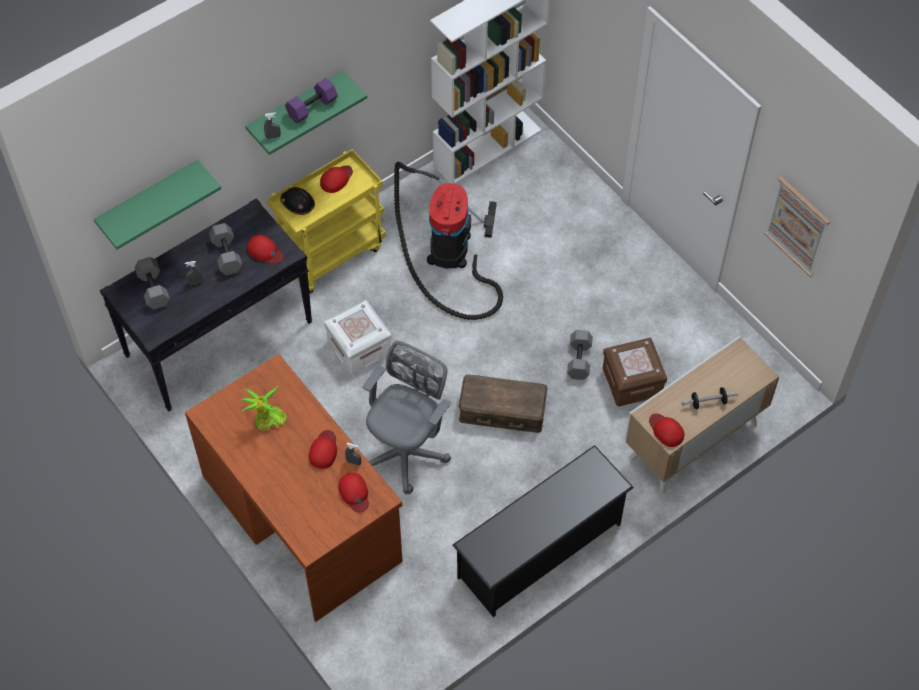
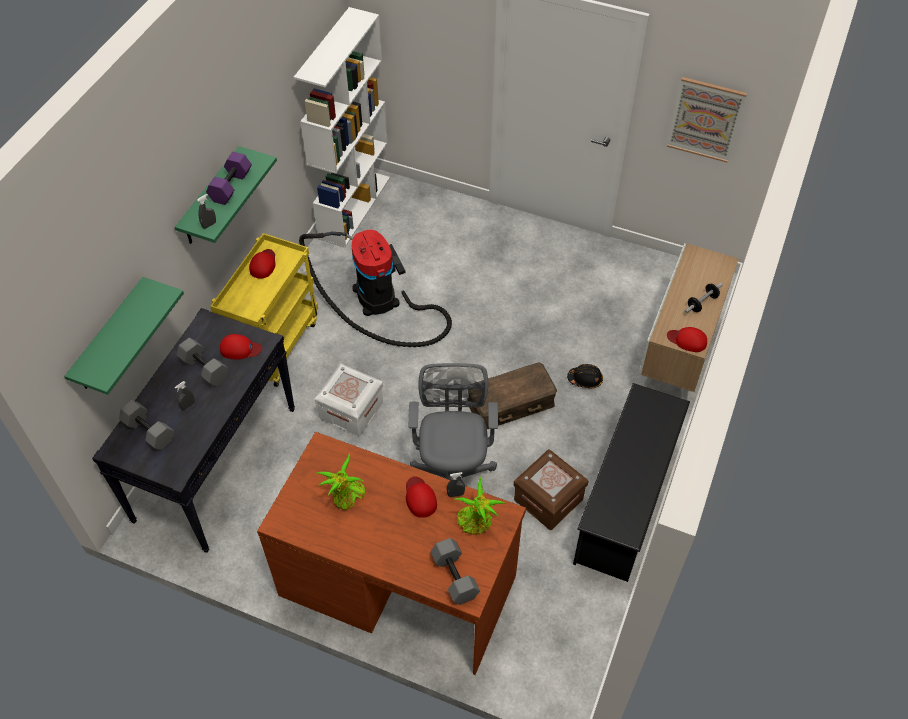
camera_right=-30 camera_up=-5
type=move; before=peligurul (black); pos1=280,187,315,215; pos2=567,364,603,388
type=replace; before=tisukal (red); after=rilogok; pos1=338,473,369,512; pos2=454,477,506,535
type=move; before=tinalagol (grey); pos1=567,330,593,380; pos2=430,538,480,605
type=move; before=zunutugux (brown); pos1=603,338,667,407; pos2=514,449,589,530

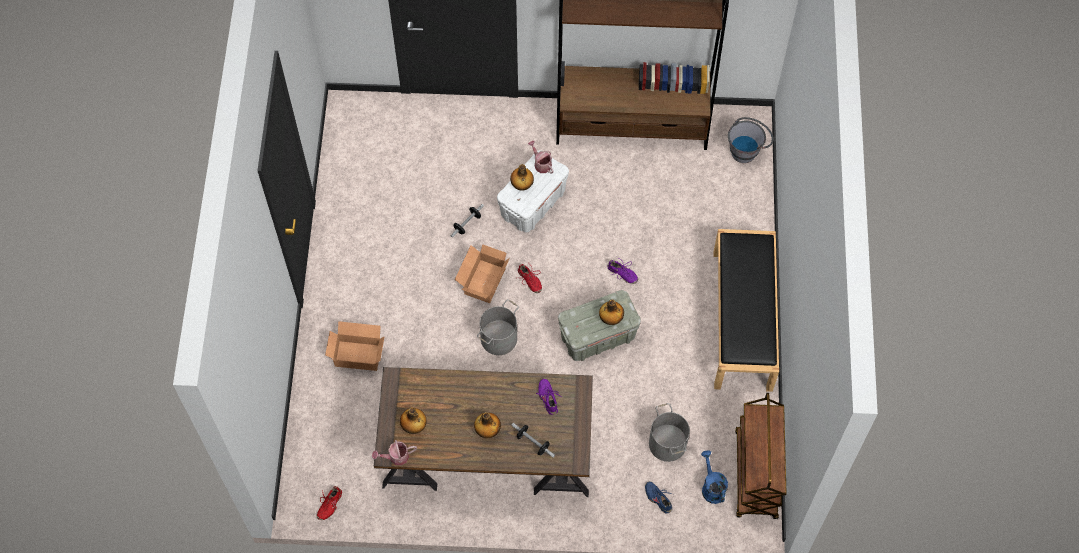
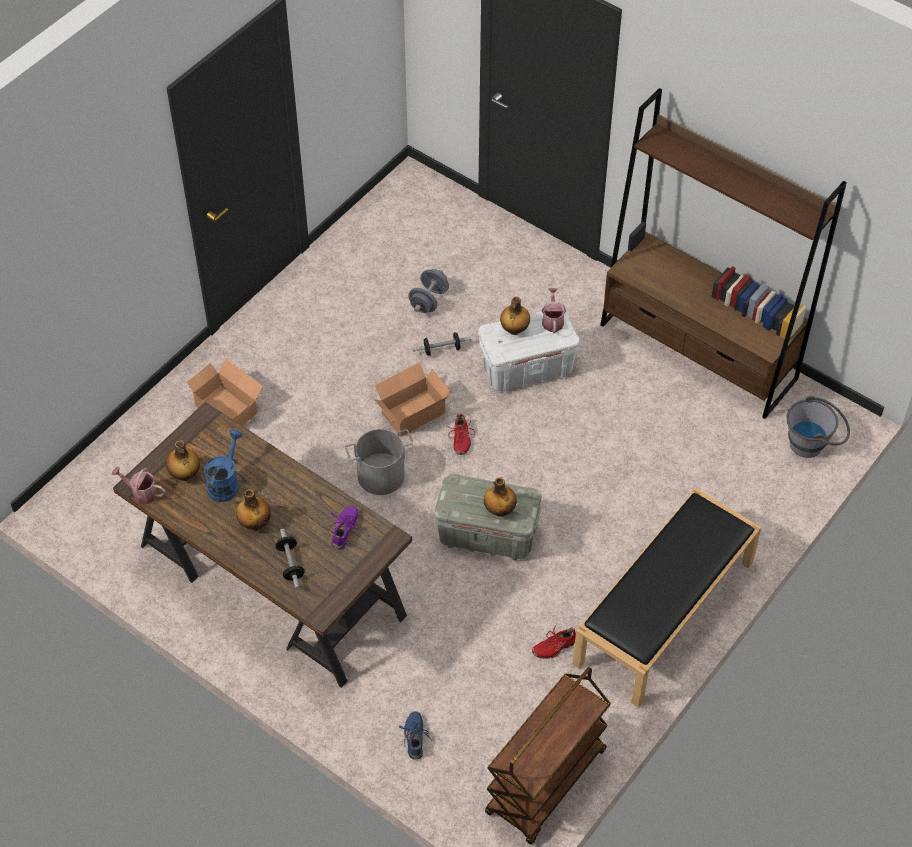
camera_right=35 camera_up=-10
type=move; before=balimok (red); pos1=317,486,342,520; pos2=532,626,576,659
type=delete; before=balimok (purple); pos1=608,257,638,284
type=delete; before=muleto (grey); pos1=649,403,690,462
type=move; before=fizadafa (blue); pos1=701,450,728,504; pos2=204,430,242,502
type=insert; after=tinalagol (grey); pos2=408,269,449,313

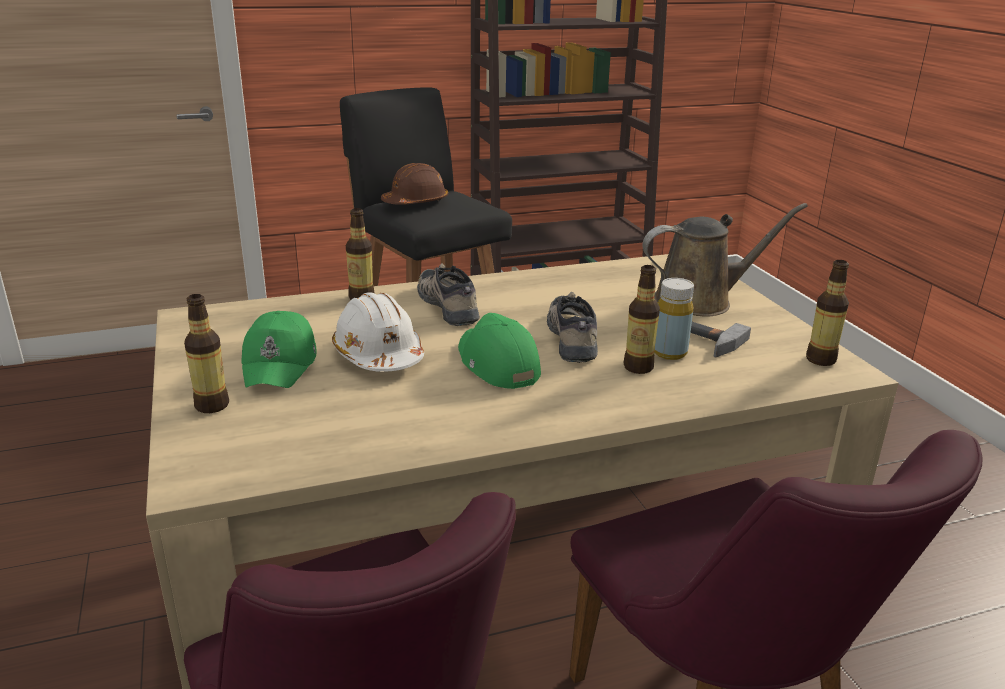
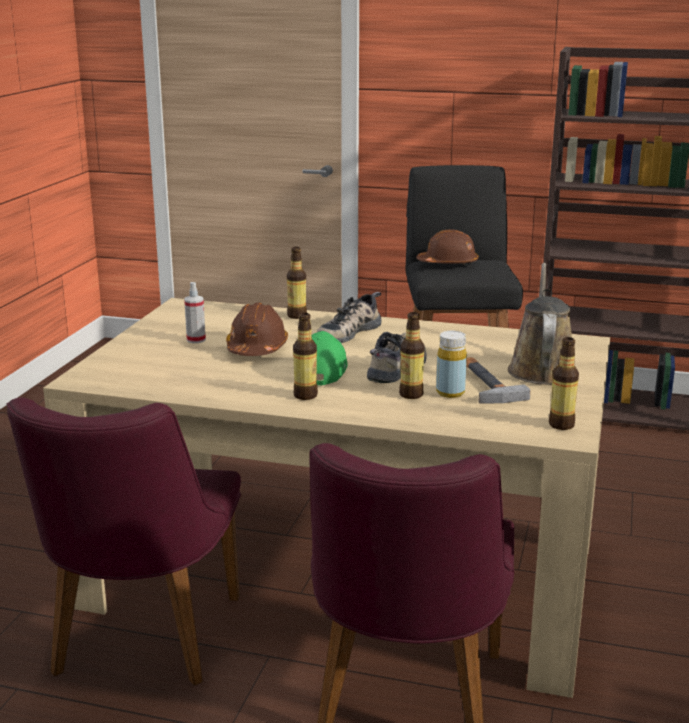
camera_right=35 camera_up=-5
type=move; before=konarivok; pos1=184,294,229,413; pos2=293,313,318,400
type=replace; before=tisukal (green); after=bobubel; pos1=241,311,317,388; pos2=184,282,206,343
type=recolor; before=peligurul (white); after=peligurul (brown); pos1=332,292,424,372; pos2=226,302,288,356
type=rotate; before=balimok; pos1=417,263,479,326; pos2=316,292,381,343; turn=-150
type=rotate; before=fizadafa (brown); pos1=642,203,808,317; pos2=508,263,572,385; turn=-105

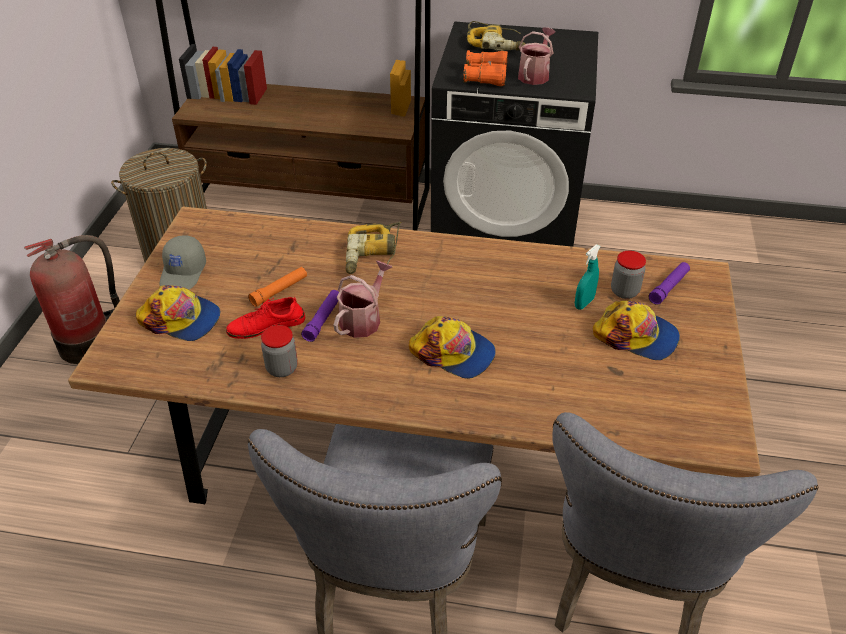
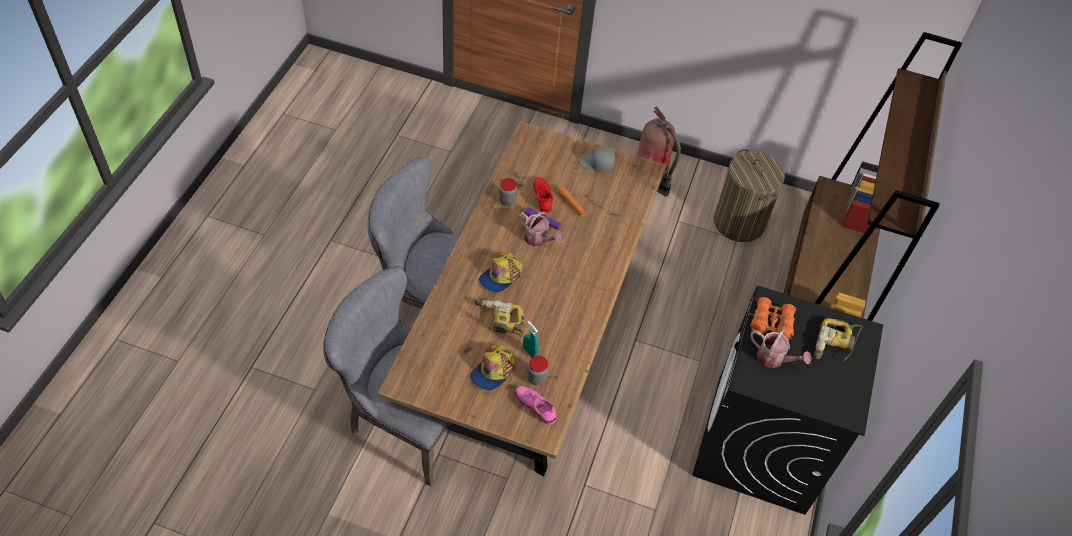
camera_right=95 camera_up=10
type=delete; before=tisukal; pos1=136,285,220,341
type=move; before=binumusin; pos1=345,222,402,274; pos2=474,299,524,337
type=replace; before=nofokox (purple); after=balimok (pink); pos1=649,262,690,305; pos2=515,386,556,425

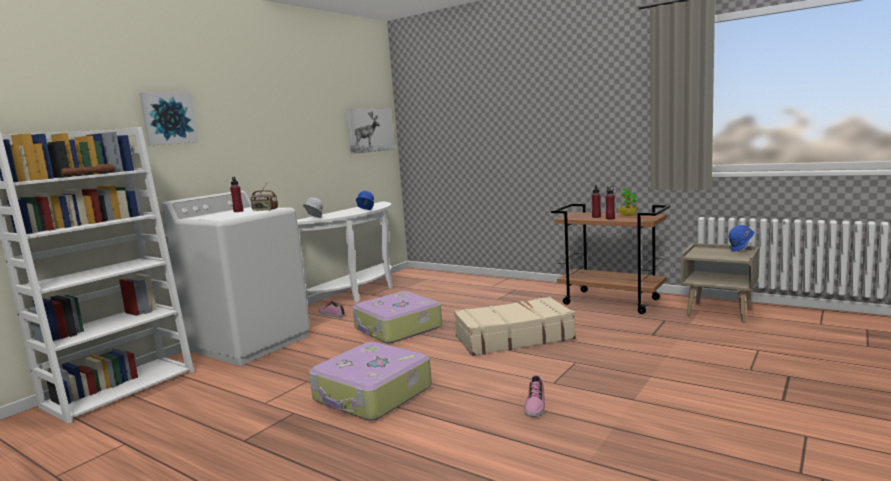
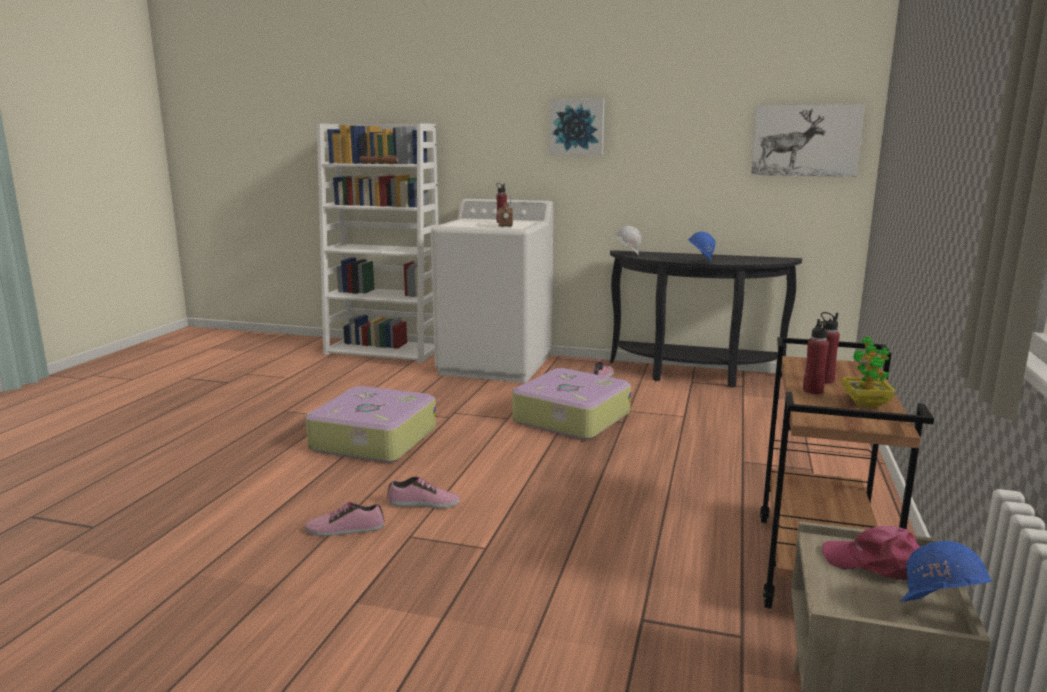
camera_right=70 camera_up=5
type=move; before=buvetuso; pos1=139,92,199,146; pos2=550,99,605,155
type=recolor; before=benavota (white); after=benavota (black); pos1=297,202,393,302; pos2=610,250,802,388
type=delete; before=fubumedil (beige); pos1=454,297,576,356
type=insert; after=balimok; pos2=387,477,460,508
type=insert; after=tisukal (pink); pos2=822,526,920,580

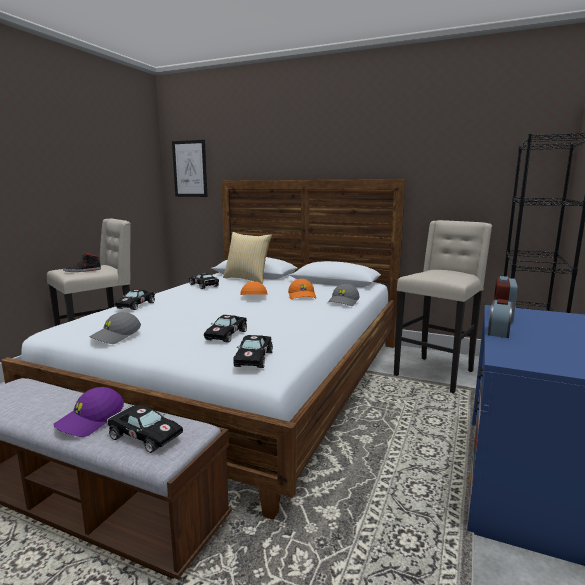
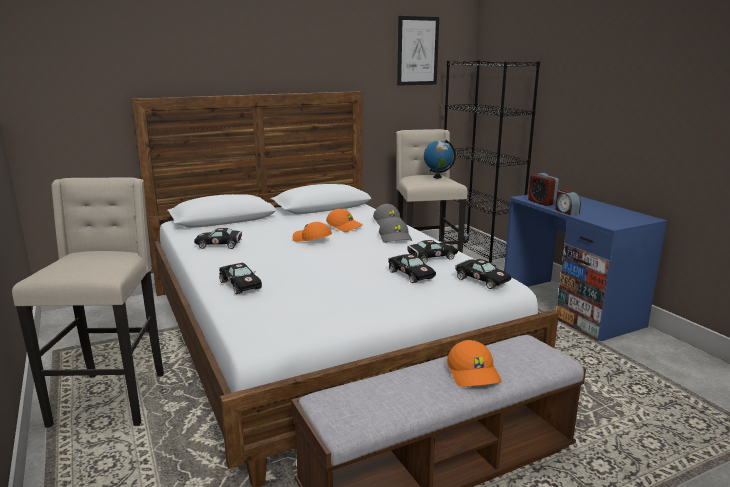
camera_right=-50 camera_up=5
type=recolor; before=tisukal (purple); after=tisukal (orange); pos1=53,387,124,437; pos2=447,340,502,387
type=delete; before=balimok (black); pos1=63,252,101,272
type=move; before=tisukal (grey); pos1=89,312,141,344; pos2=379,218,412,243
type=move; before=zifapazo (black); pos1=107,405,183,453; pos2=407,240,458,264
type=move; before=buvetuso; pos1=172,140,207,197; pos2=397,16,439,86
type=delete; before=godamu; pos1=223,232,272,284
type=insert; after=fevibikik; pos2=424,140,456,178

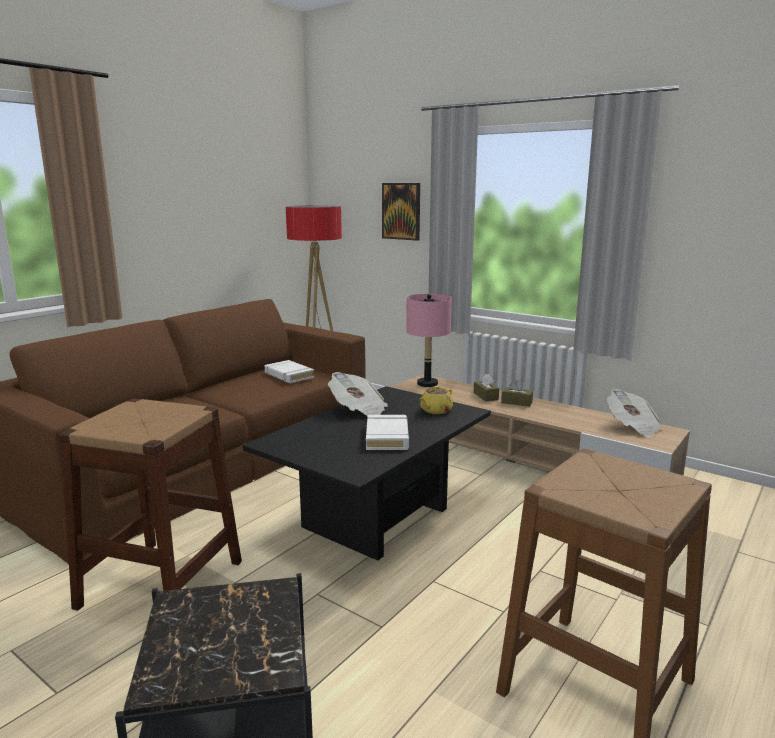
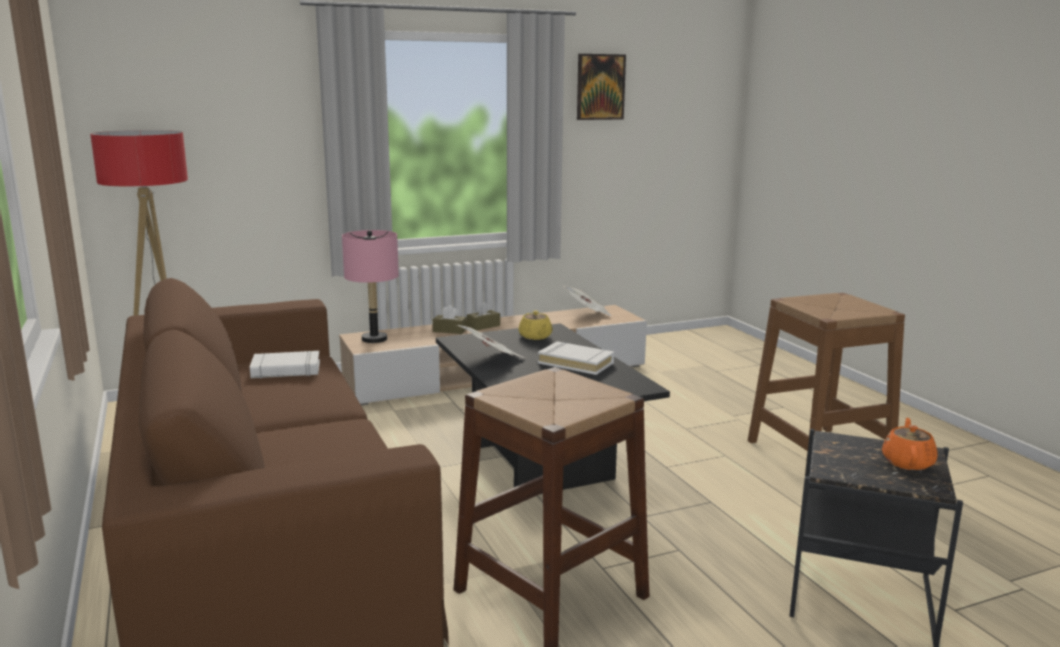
camera_right=-60 camera_up=0
type=move; before=buvetuso; pos1=382,183,420,241; pos2=577,54,626,120
type=insert; after=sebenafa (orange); pos2=882,418,938,470

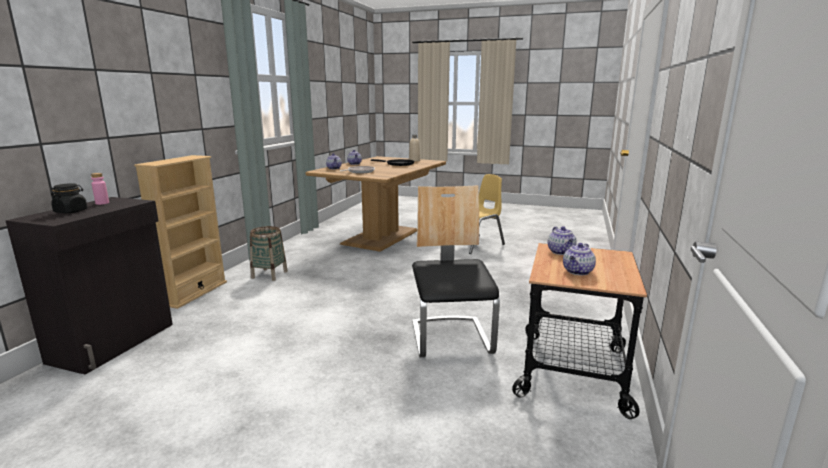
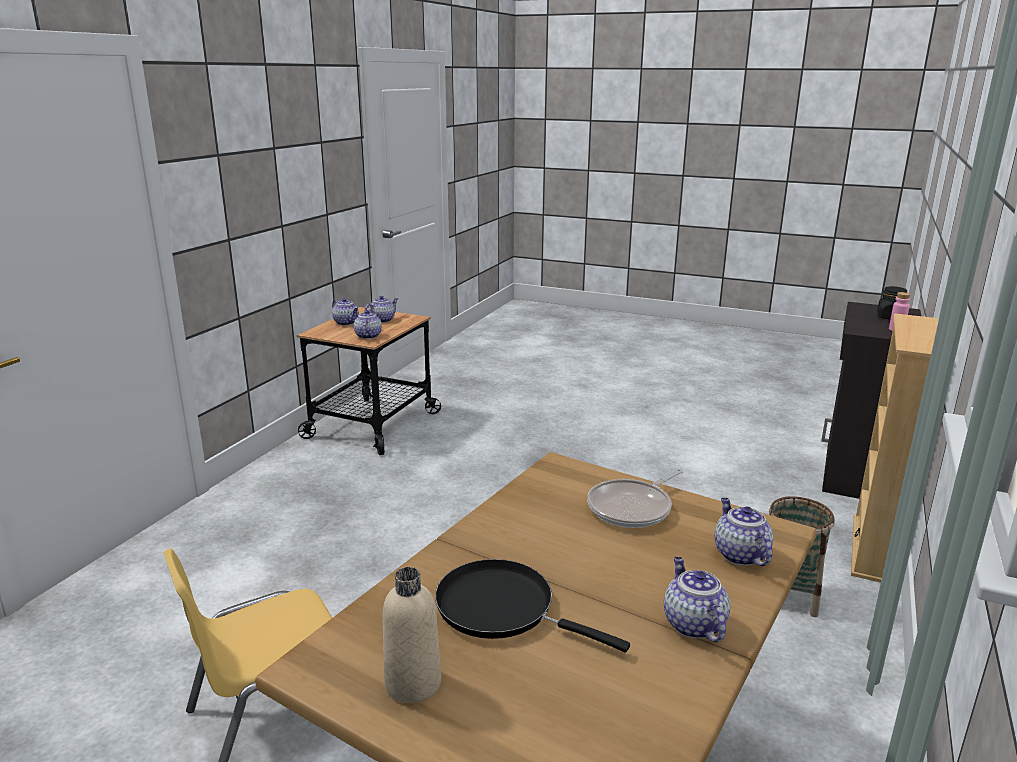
camera_right=-175 camera_up=5
type=delete; before=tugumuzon; pos1=412,185,500,357
type=insert; after=sebenafa; pos2=332,298,359,325

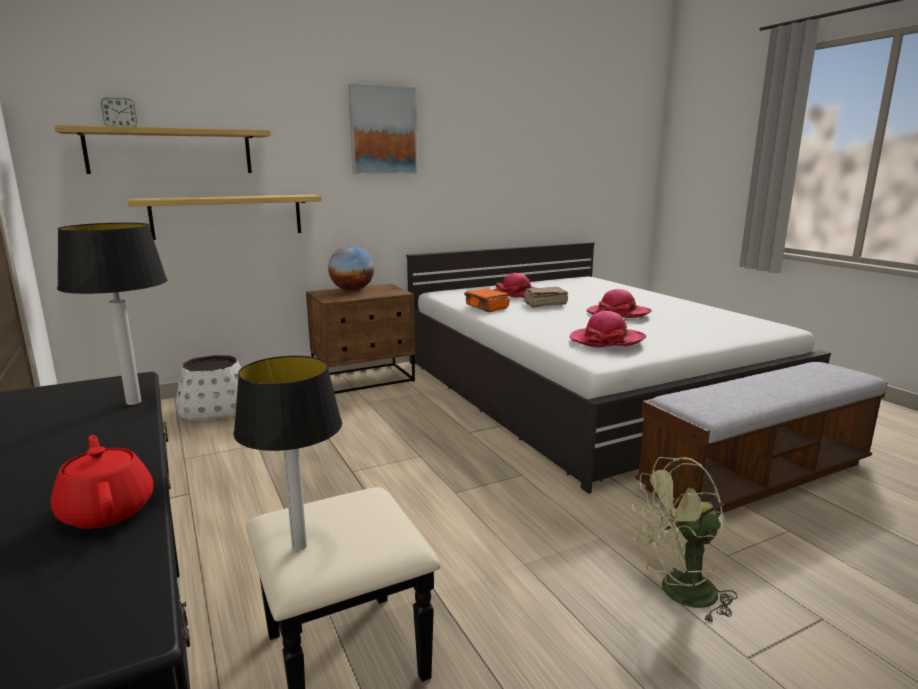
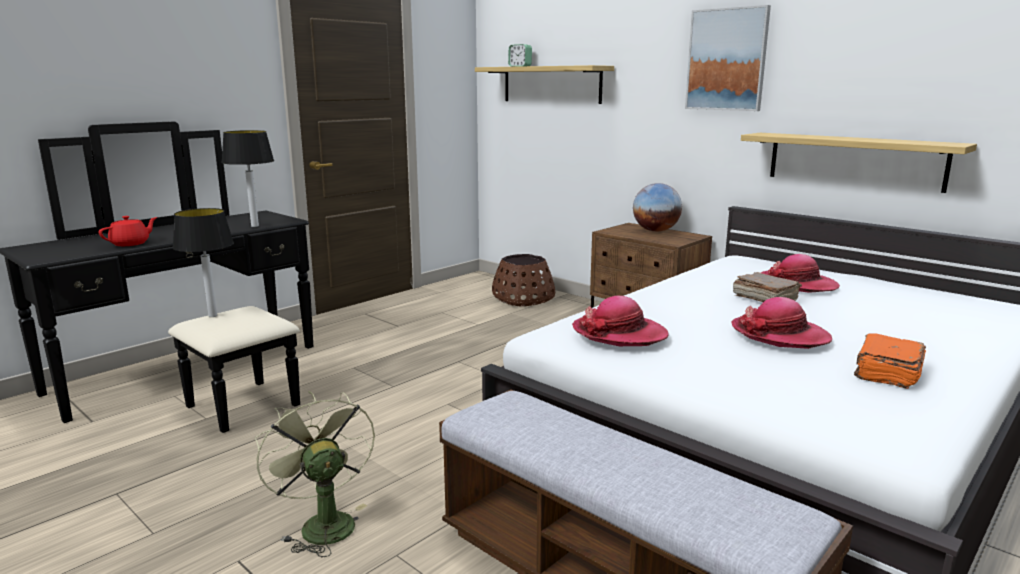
camera_right=70 camera_up=0
type=move; before=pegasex; pos1=128,195,322,240; pos2=741,133,977,193
type=recolor; before=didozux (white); after=didozux (brown); pos1=176,355,241,420; pos2=492,254,555,306
type=move; before=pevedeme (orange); pos1=464,289,510,312; pos2=854,333,926,389

